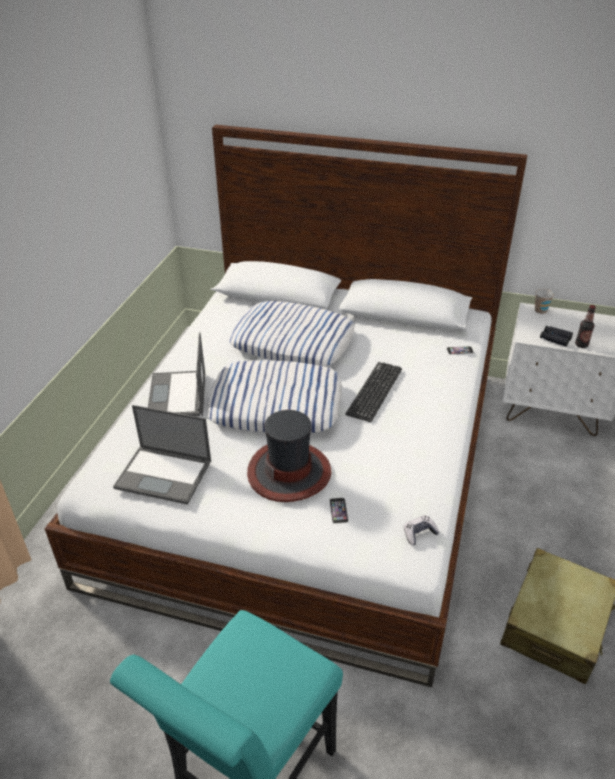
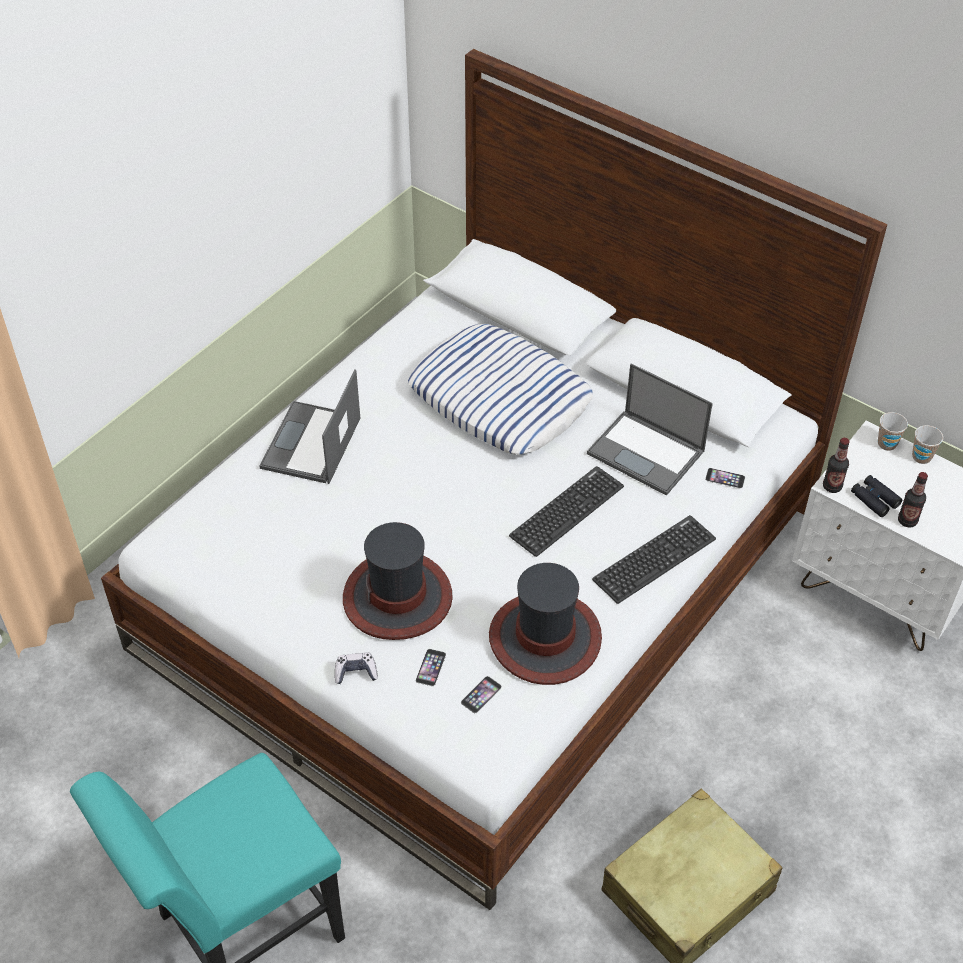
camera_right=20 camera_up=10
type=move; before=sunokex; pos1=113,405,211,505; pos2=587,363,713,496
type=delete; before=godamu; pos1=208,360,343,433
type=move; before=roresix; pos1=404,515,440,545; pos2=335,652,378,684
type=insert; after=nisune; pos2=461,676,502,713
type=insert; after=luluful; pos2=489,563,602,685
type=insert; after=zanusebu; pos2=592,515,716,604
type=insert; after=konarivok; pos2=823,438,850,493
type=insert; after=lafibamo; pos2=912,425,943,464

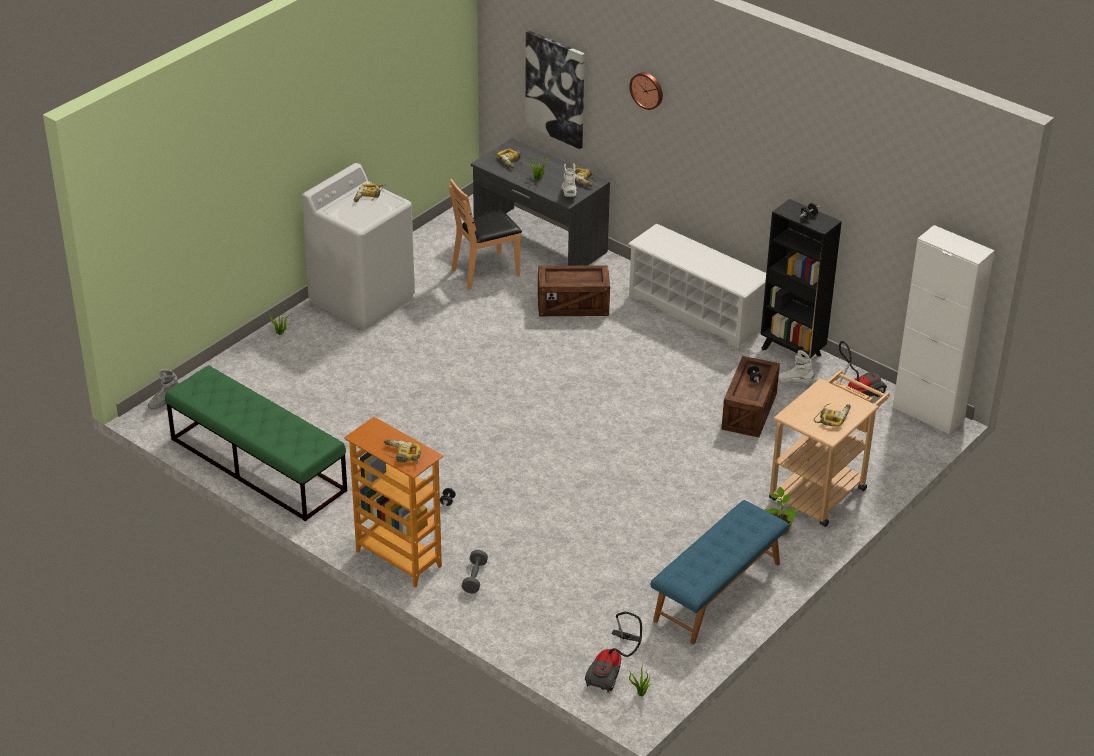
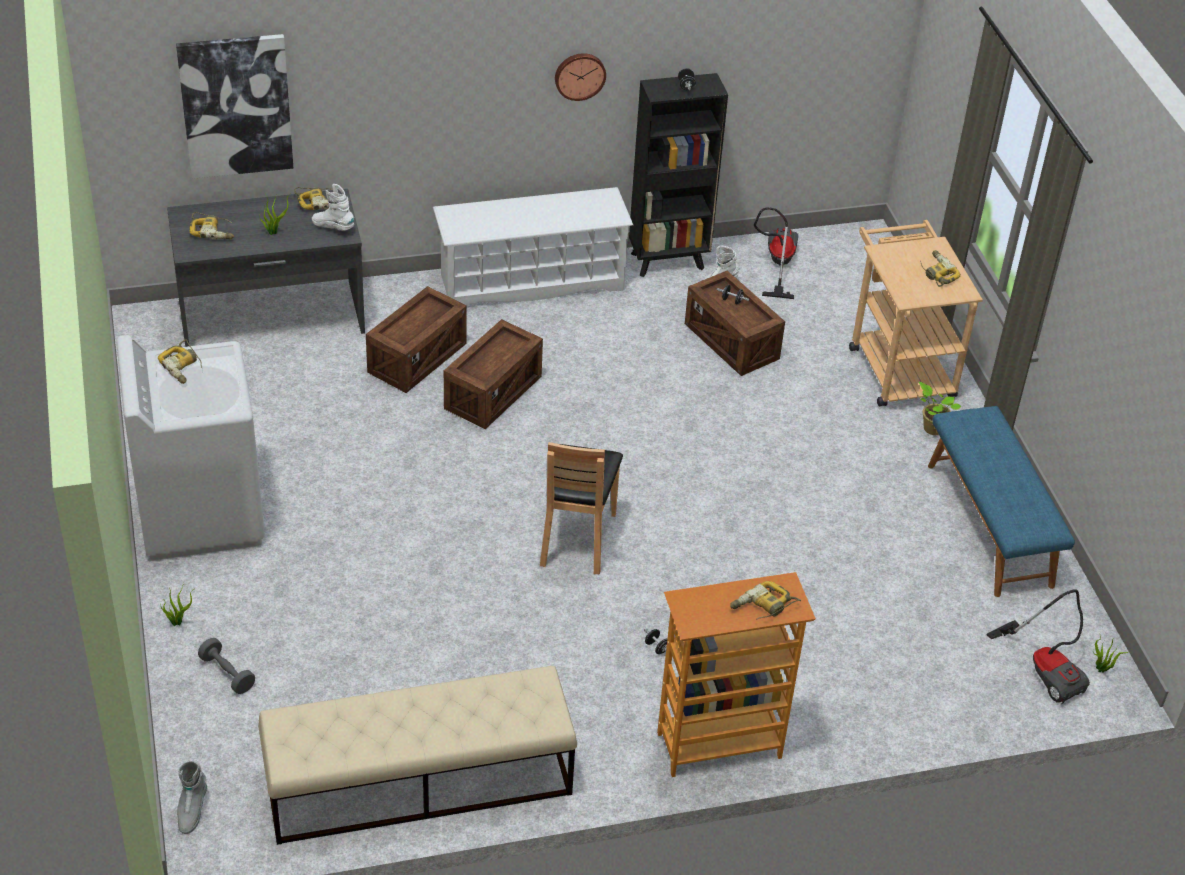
camera_right=-55 camera_up=5
type=recolor; before=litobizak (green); after=litobizak (beige); pos1=165,365,347,521; pos2=258,666,577,845
type=move; before=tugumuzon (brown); pos1=449,179,522,289; pos2=540,442,623,574
type=move; before=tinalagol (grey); pos1=462,550,488,593; pos2=198,638,255,694
type=move; before=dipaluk; pos1=629,72,663,110; pos2=555,53,606,101
type=delete; before=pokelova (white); pos1=893,225,995,435
type=insert; after=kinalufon; pos2=444,319,543,429

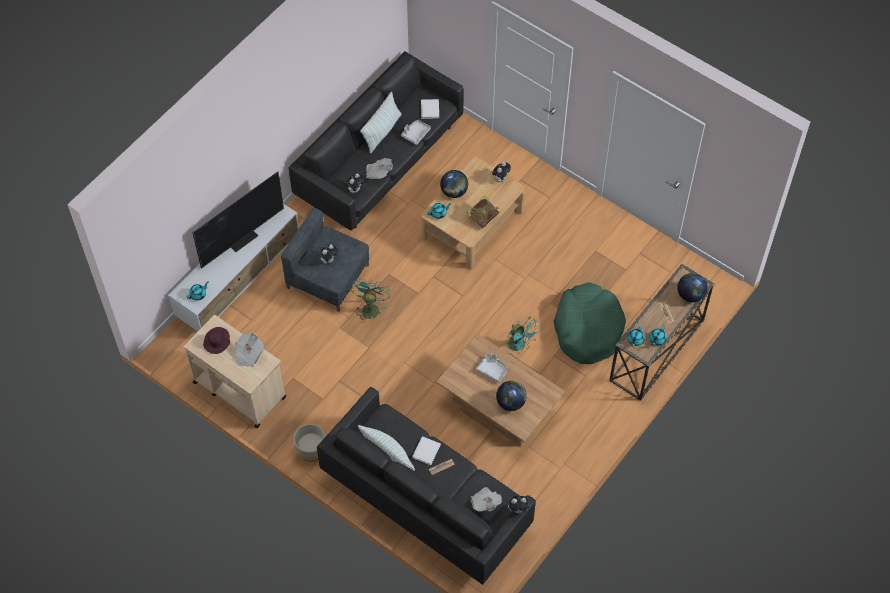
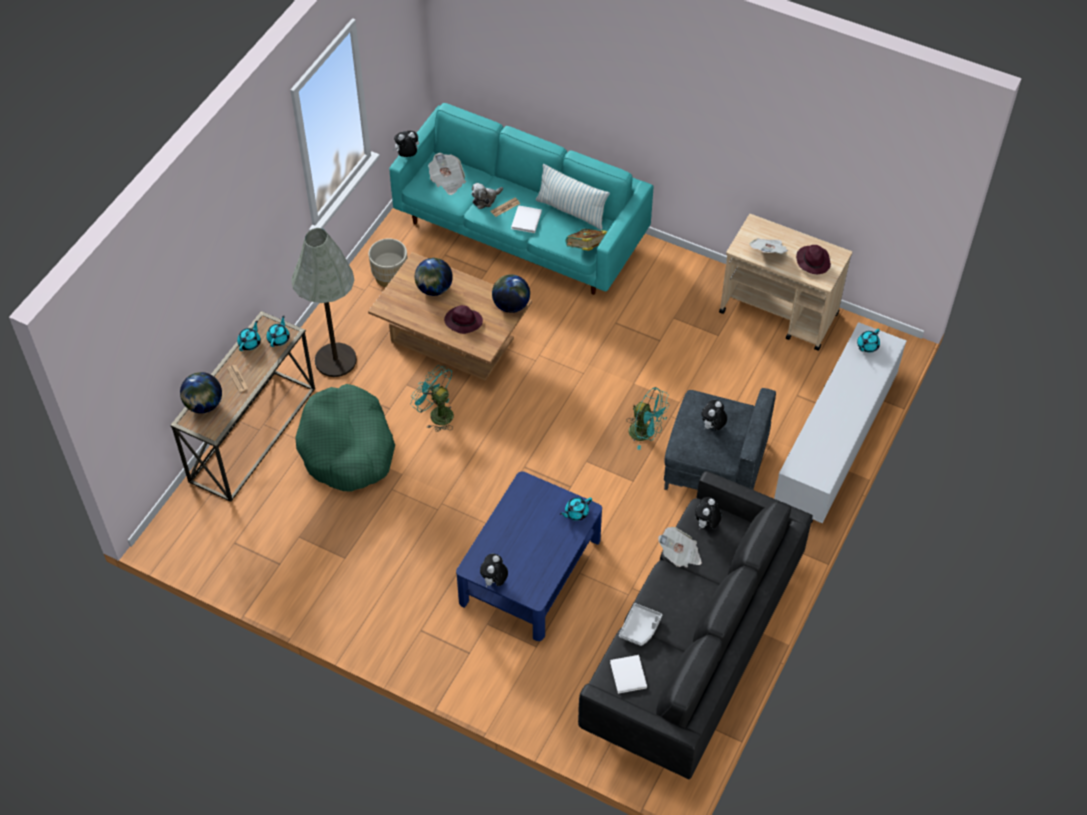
camera_right=170 camera_up=-5
type=delete; before=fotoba; pos1=192,171,284,268
type=move; before=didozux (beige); pos1=294,424,325,462; pos2=369,238,407,287
type=recolor; before=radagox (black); after=radagox (turquoise); pos1=317,387,536,585; pos2=389,103,654,295
type=rotate; before=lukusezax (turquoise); pos1=351,279,390,321; pos2=626,387,670,450; turn=-60
type=delete; before=godamu; pos1=360,92,402,153
type=recolor; before=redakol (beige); after=redakol (blue); pos1=421,157,525,269; pos2=456,471,602,641
type=move; before=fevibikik; pos1=440,170,468,198; pos2=492,274,530,313
type=move; before=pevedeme; pos1=466,196,499,228; pos2=565,229,607,251
type=replace; before=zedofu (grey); after=luluful (purple); pos1=476,353,508,383; pos2=444,305,483,334
type=insert; after=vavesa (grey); pos2=291,228,357,377
type=insert; after=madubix; pos2=471,183,503,209

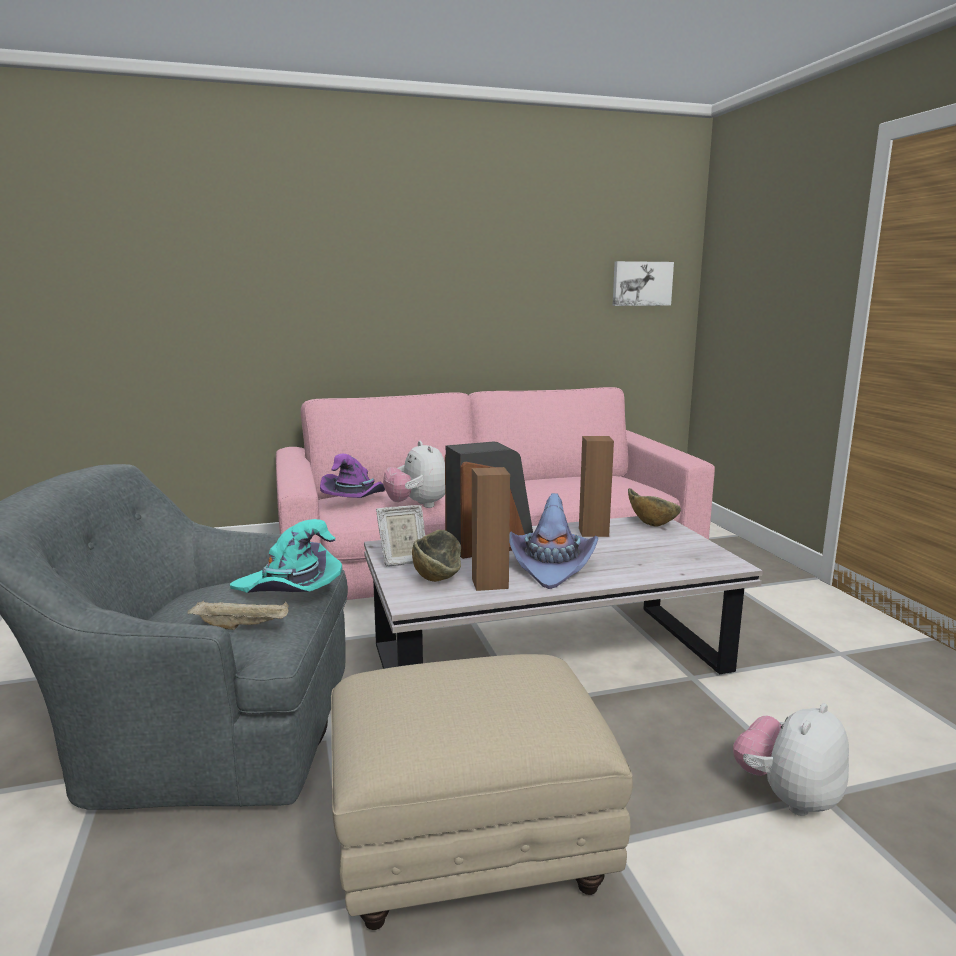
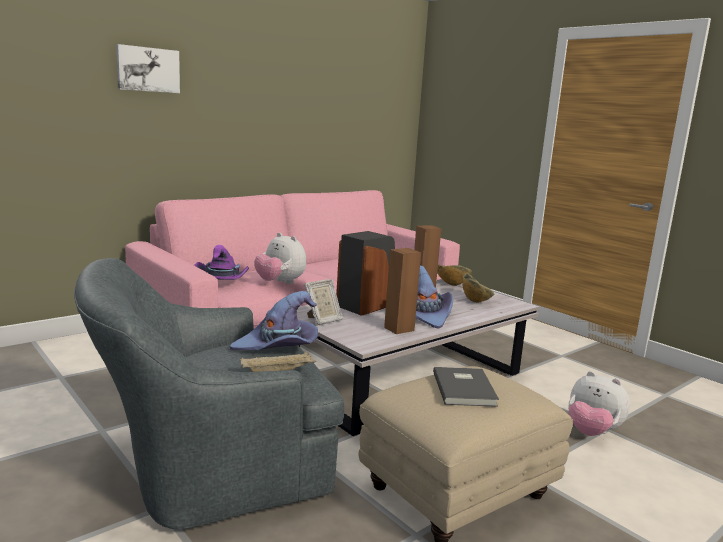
camera_right=-25 camera_up=0
type=recolor; before=luluful (turquoise); after=luluful (purple); pos1=230,519,342,593; pos2=230,291,318,350
type=move; before=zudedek; pos1=412,529,461,582; pos2=462,273,494,303
type=move; before=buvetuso; pos1=613,261,674,306; pos2=116,44,180,93
type=rotate; before=madubix; pos1=733,703,849,816; pos2=568,371,630,436; turn=-75
type=insert; after=pevedeme (grey); pos2=433,367,499,407

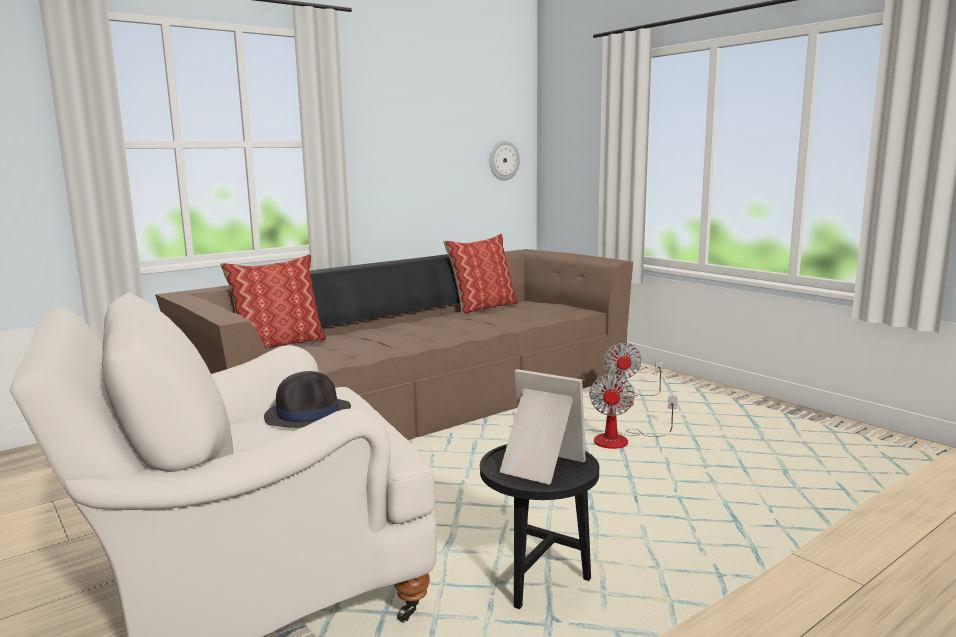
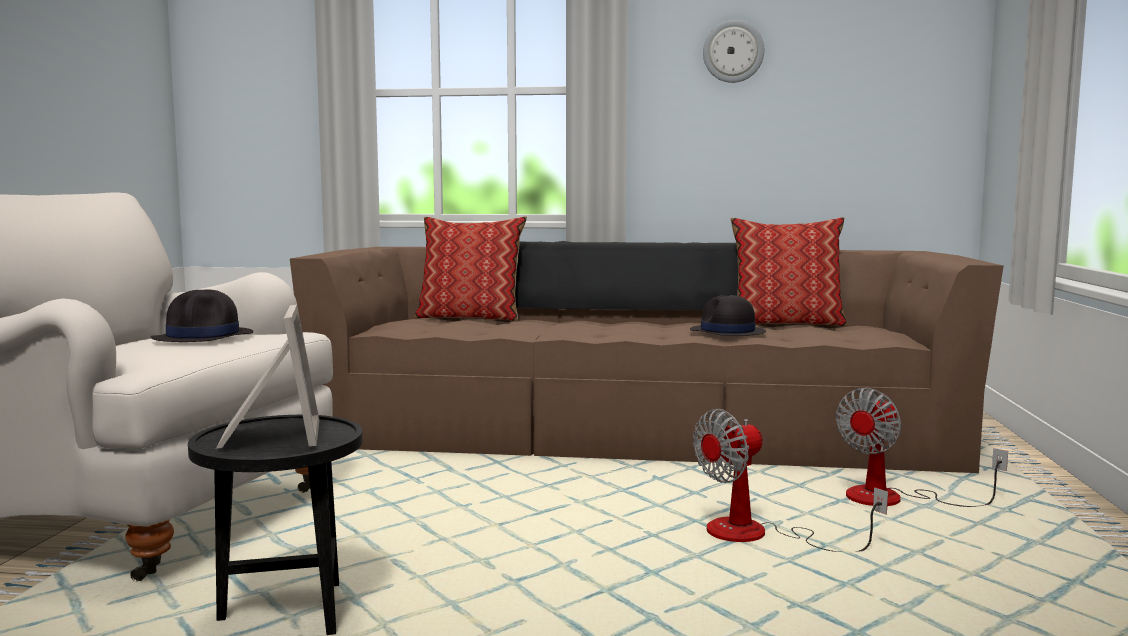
camera_right=45 camera_up=-5
type=move; before=dipaluk; pos1=490,140,520,181; pos2=703,20,764,83
type=insert; after=luluful (black); pos2=690,295,766,336

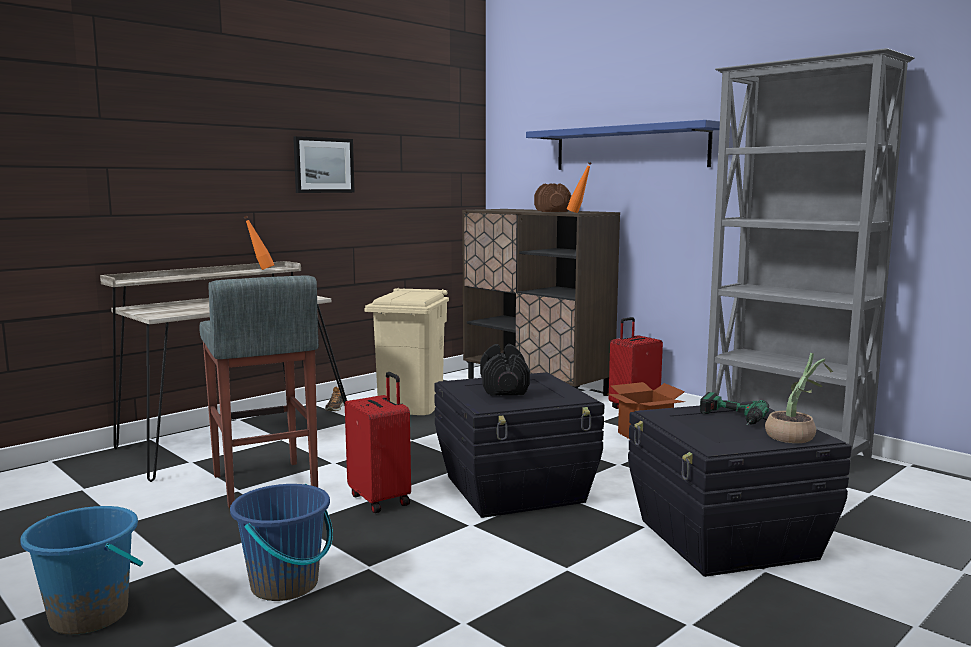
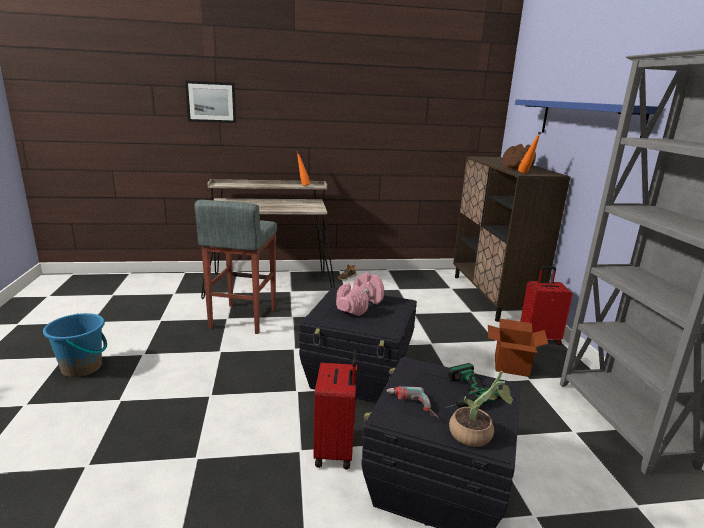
camera_right=35 camera_up=10
type=delete; before=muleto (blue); pos1=230,484,333,601
type=move; before=buvetuso; pos1=293,136,355,193; pos2=185,81,236,123
type=move; before=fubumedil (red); pos1=345,372,411,513; pos2=313,351,357,470
type=delete; before=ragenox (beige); pos1=364,288,449,415
type=recolor; before=tinalagol (black); after=tinalagol (pink); pos1=480,344,530,396; pos2=336,273,384,316
type=insert; after=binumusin; pos2=386,386,439,419

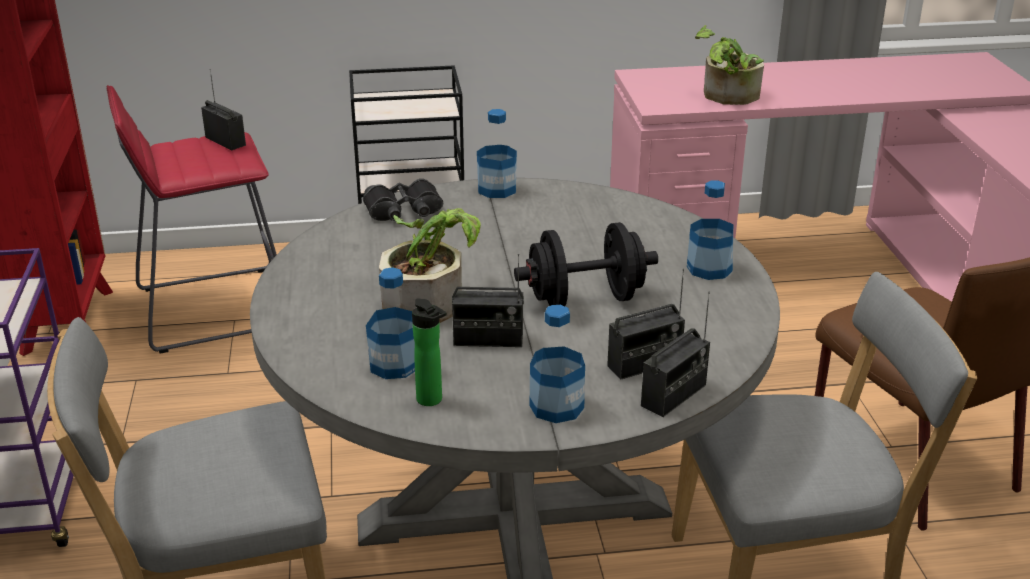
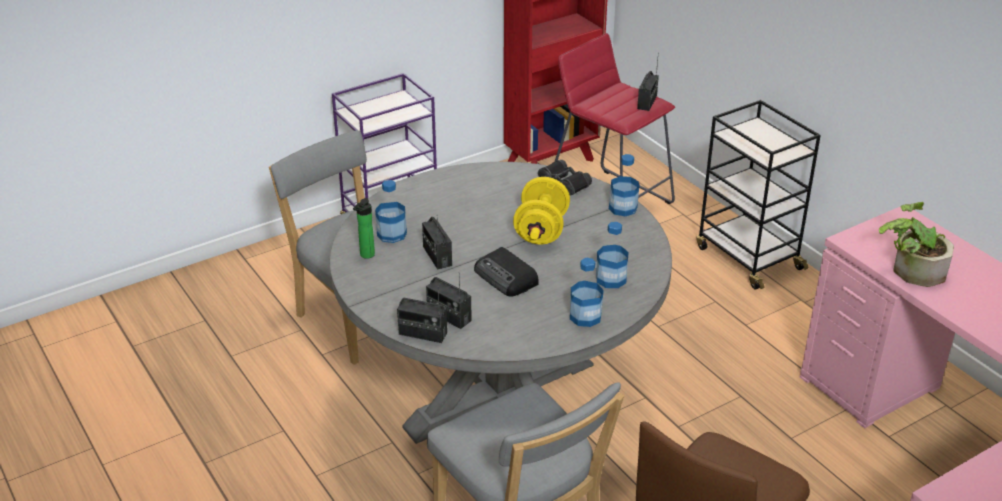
camera_right=65 camera_up=5
type=delete; before=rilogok; pos1=379,208,481,323
type=replace; before=tinalagol (black); after=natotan; pos1=514,222,658,306; pos2=474,247,539,297
type=move; before=konarivok; pos1=529,305,585,423; pos2=596,222,629,288
type=insert; after=tinalagol (yellow); pos2=513,177,570,244

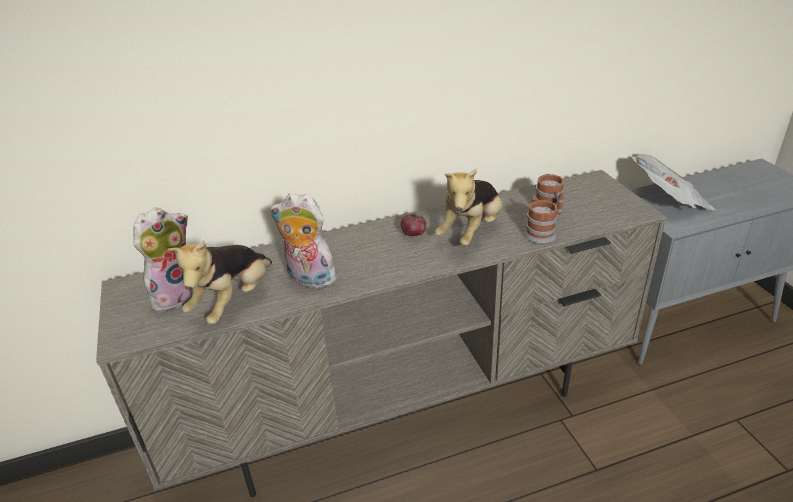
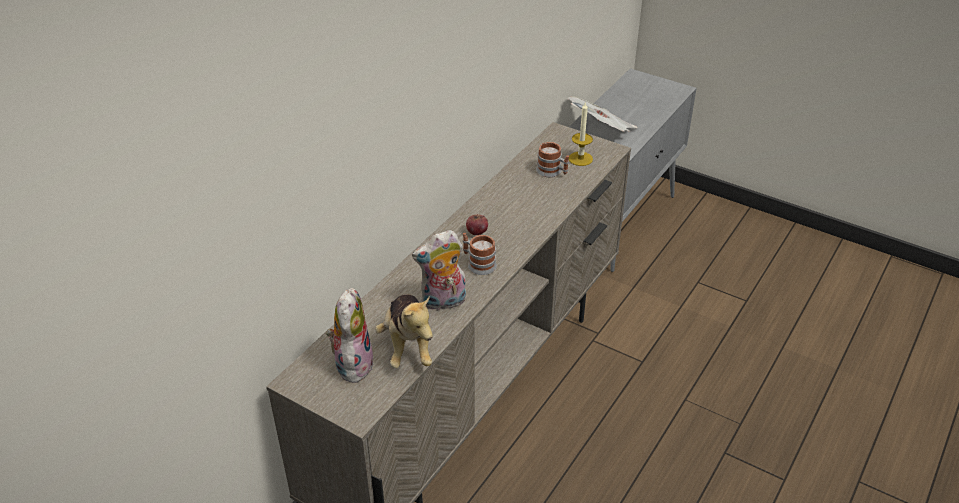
camera_right=-40 camera_up=5
type=delete; before=madubix; pos1=435,168,502,246
type=move; before=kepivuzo; pos1=524,195,558,244; pos2=463,233,497,275
type=insert; after=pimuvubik; pos2=569,102,593,166

